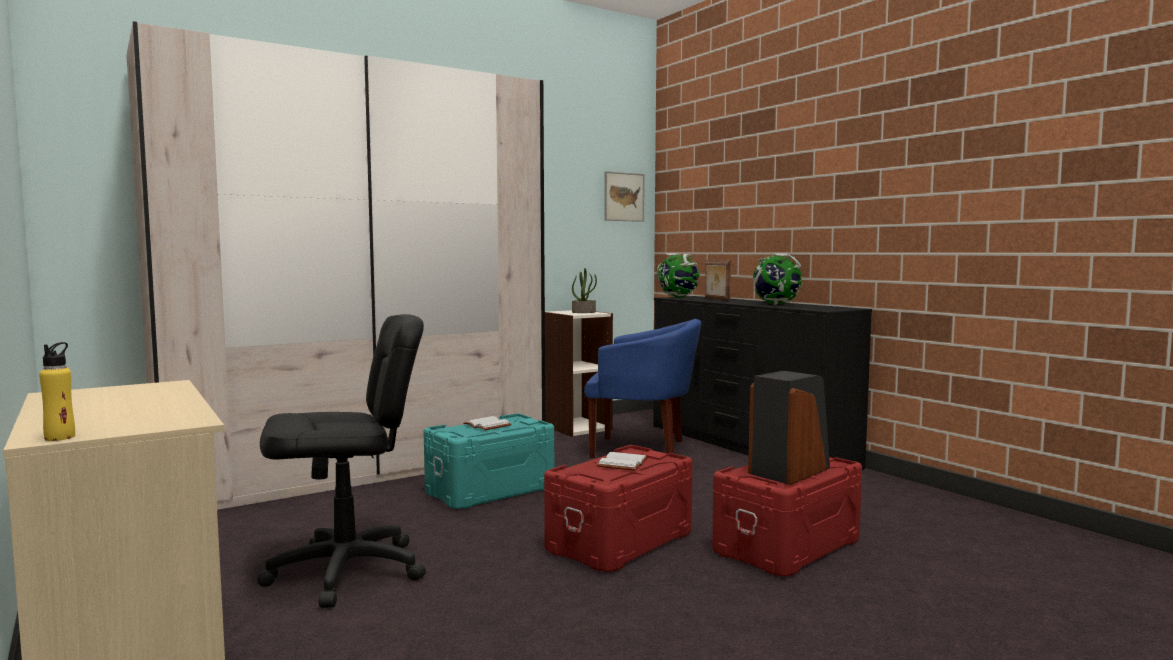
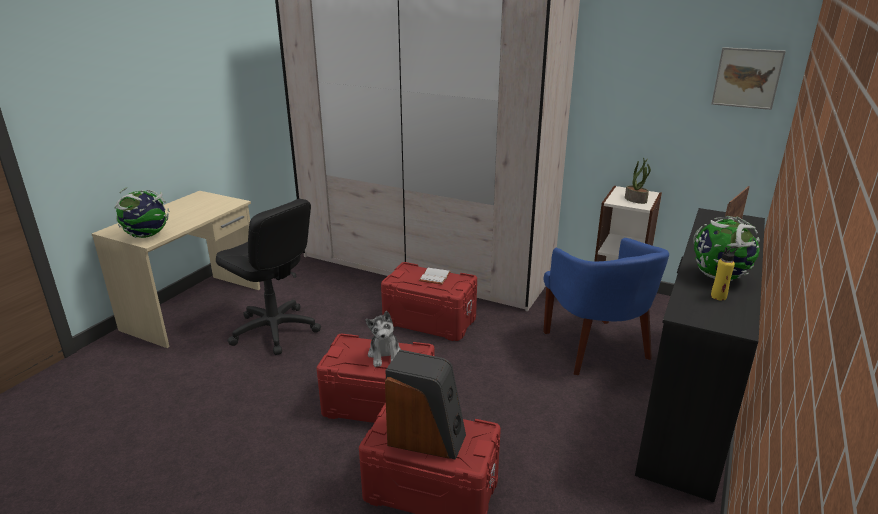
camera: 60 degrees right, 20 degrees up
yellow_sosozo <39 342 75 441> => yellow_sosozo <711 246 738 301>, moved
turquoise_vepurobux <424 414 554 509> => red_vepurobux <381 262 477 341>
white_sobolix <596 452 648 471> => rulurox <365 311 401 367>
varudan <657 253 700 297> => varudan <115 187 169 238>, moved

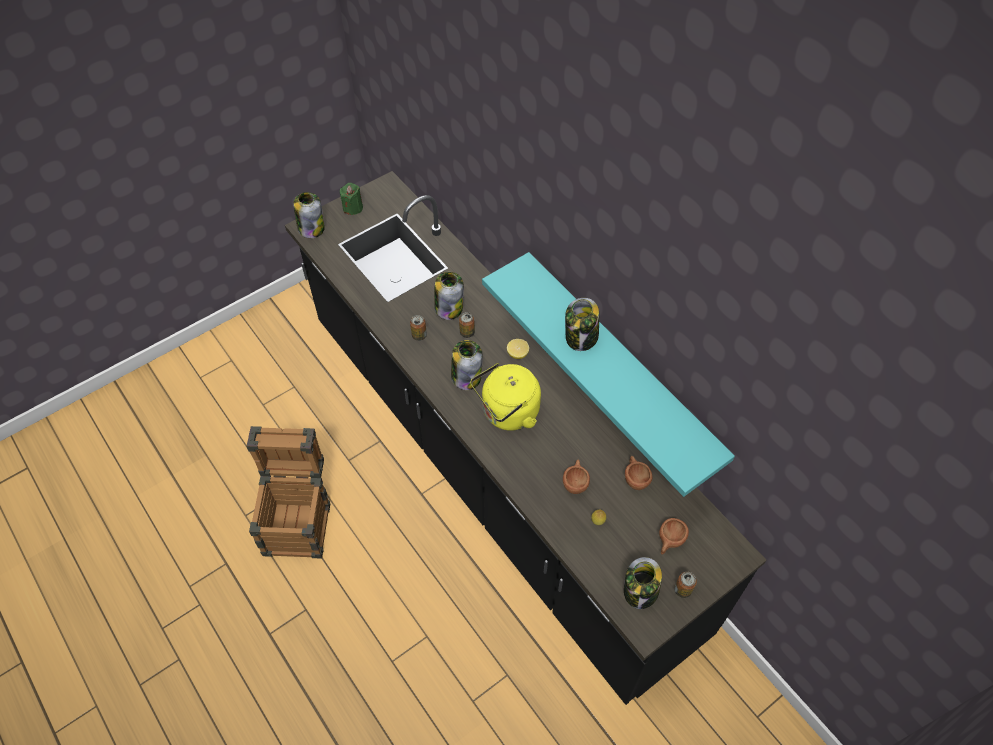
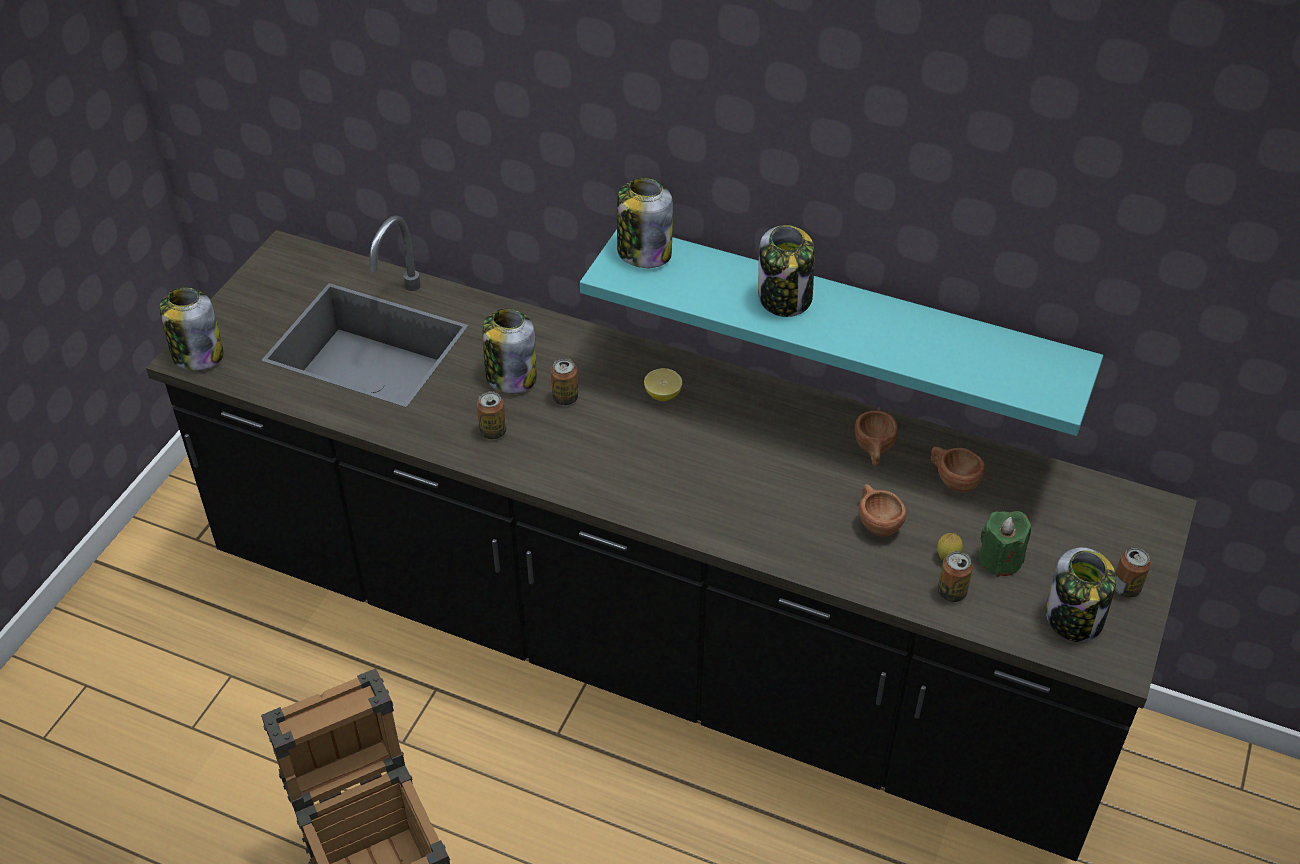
camera: 30 degrees left, 10 degrees down
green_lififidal <340 183 363 215> => green_lififidal <979 511 1031 577>, moved
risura <451 340 483 390> => risura <617 178 673 268>, moved
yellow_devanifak <471 363 541 431> => nothing
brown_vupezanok <659 518 689 554> => brown_vupezanok <855 411 898 466>, moved
nothing => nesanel <938 551 973 602>

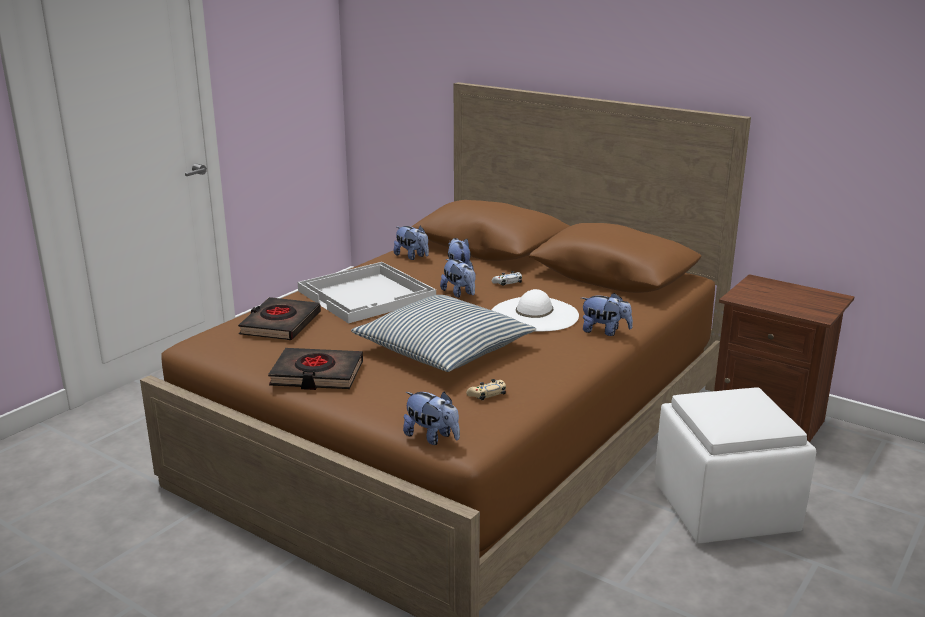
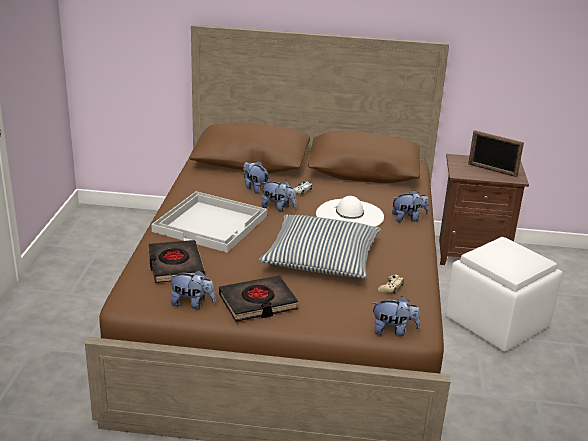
camera: 30 degrees left, 5 degrees up
rulurox <394 226 429 260> => rulurox <169 270 216 309>, moved
nothing => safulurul <468 130 524 177>

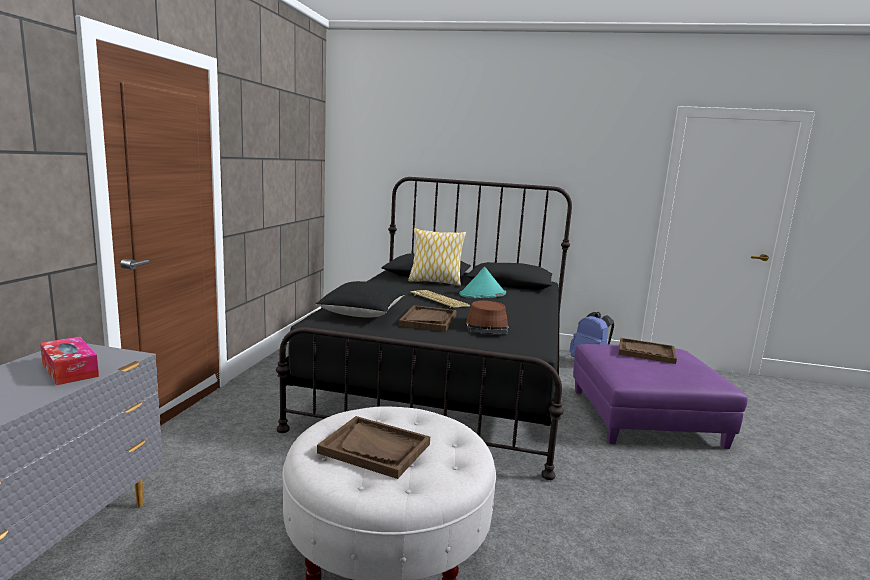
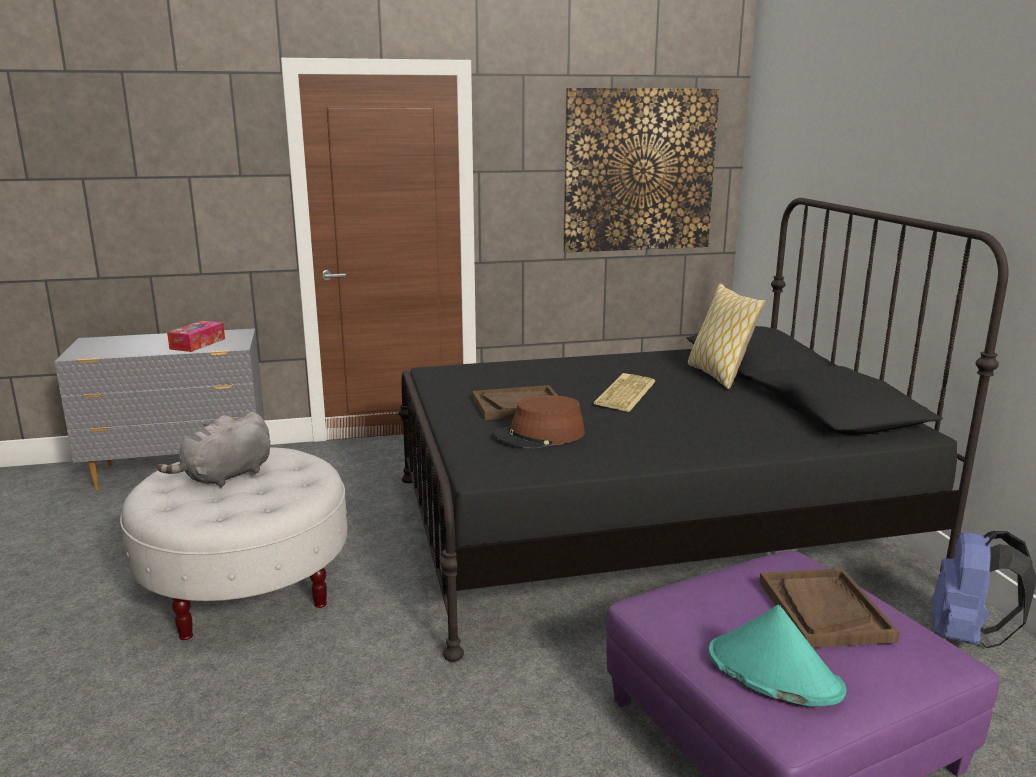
camera: 65 degrees right, 5 degrees up
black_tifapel <316 281 405 317> => nothing
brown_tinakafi <317 416 430 479> => grey_rulurox <157 412 270 487>
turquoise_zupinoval <459 267 506 298> => turquoise_zupinoval <708 605 846 706>, moved
nothing => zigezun <563 88 720 252>

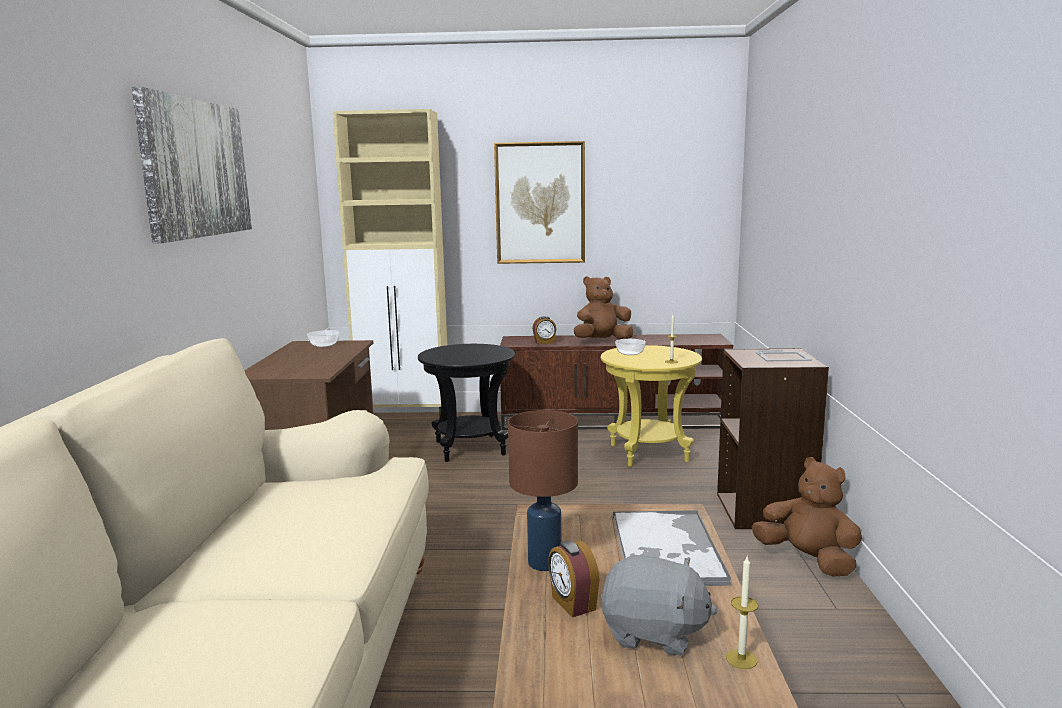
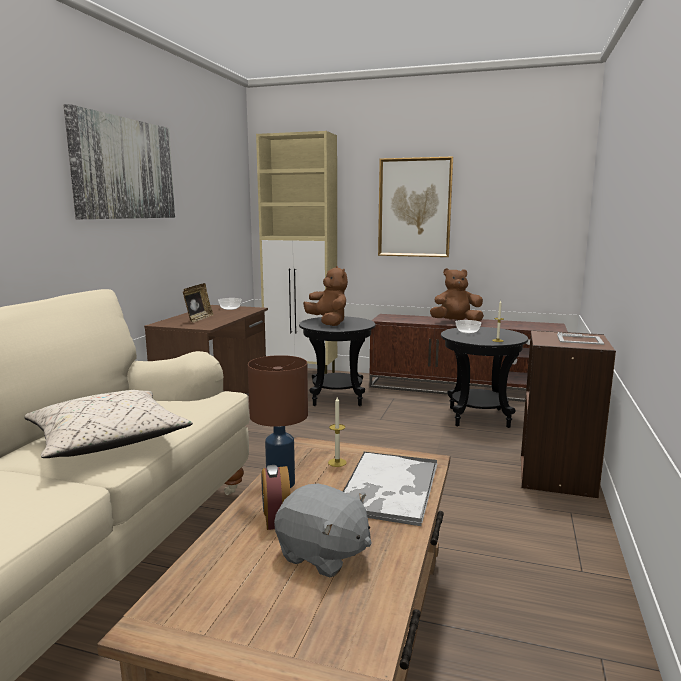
camera: 15 degrees right, 0 degrees up
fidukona <532 316 556 345> => nothing
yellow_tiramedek <601 345 702 467> => black_tiramedek <441 327 528 428>
lififidal <726 557 758 669> => lififidal <328 397 347 467>, moved
brown_rulurox <752 457 862 577> => brown_rulurox <303 266 348 326>, moved
nothing => beige_tifapel <25 390 193 458>
nothing => safulurul <183 283 214 323>

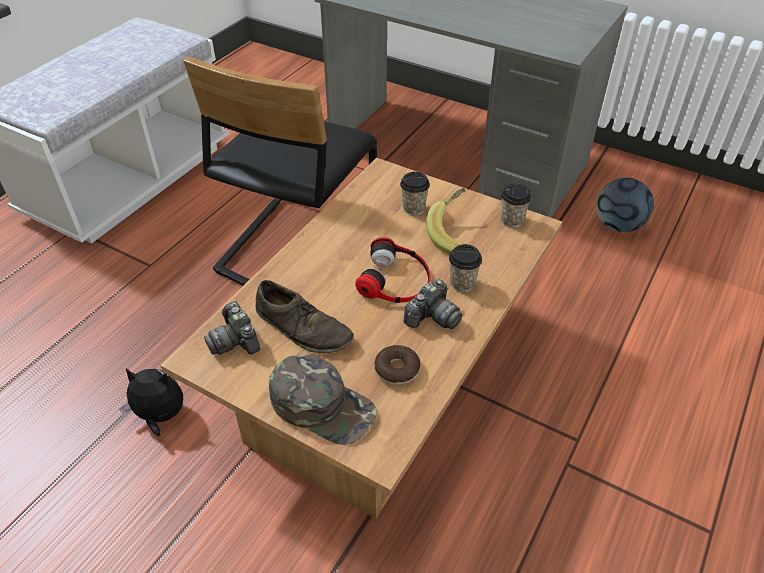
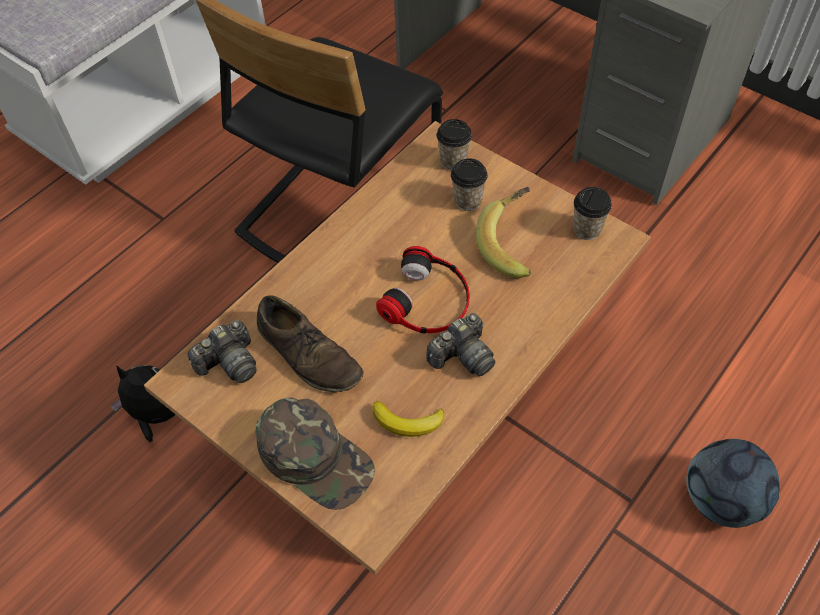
camera: 10 degrees right, 10 degrees up
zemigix <204 301 260 355> => zemigix <188 320 257 383>, 105 degrees counterclockwise
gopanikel <375 345 420 385> => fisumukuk <372 401 444 437>
vupezanok <449 244 482 292> => vupezanok <437 119 472 170>, moved
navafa <596 177 654 232> => navafa <686 439 780 528>, moved

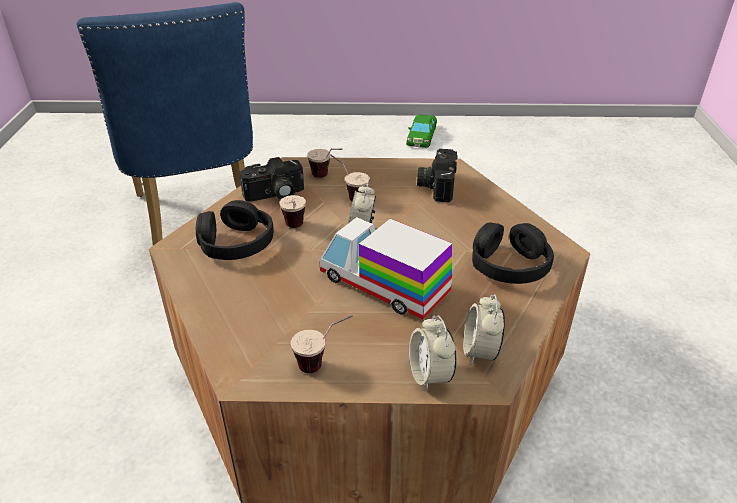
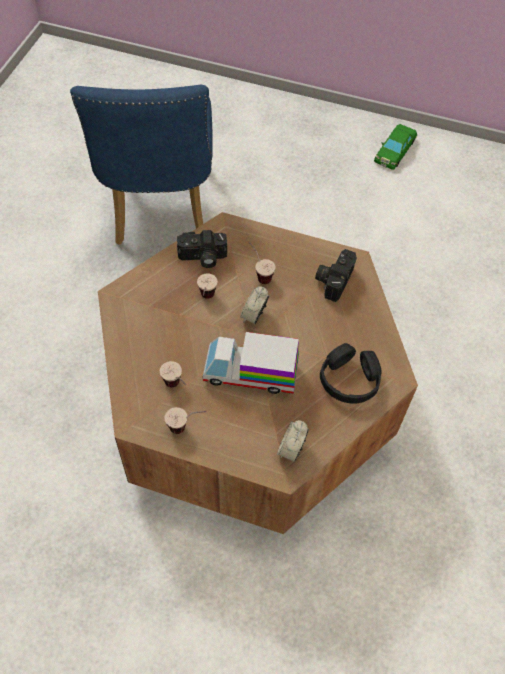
camera: 15 degrees right, 20 degrees up
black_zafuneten <196 200 274 260> => nothing
vupezanok <307 148 343 178> => vupezanok <160 361 186 388>, moved
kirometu <320 217 452 320> => kirometu <203 332 299 394>, 45 degrees counterclockwise
fidukona <409 315 456 392> => nothing

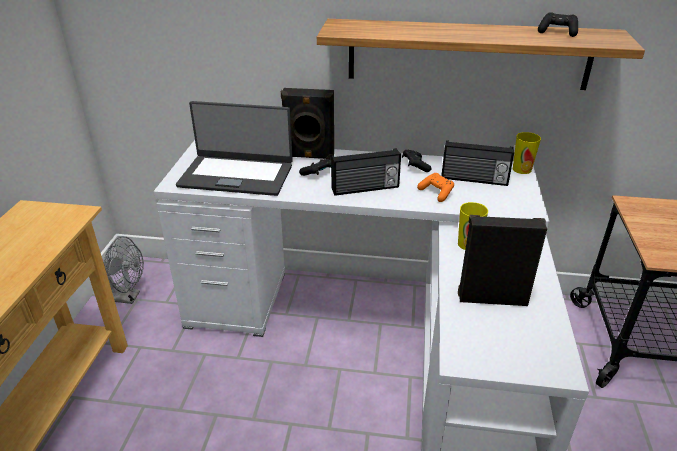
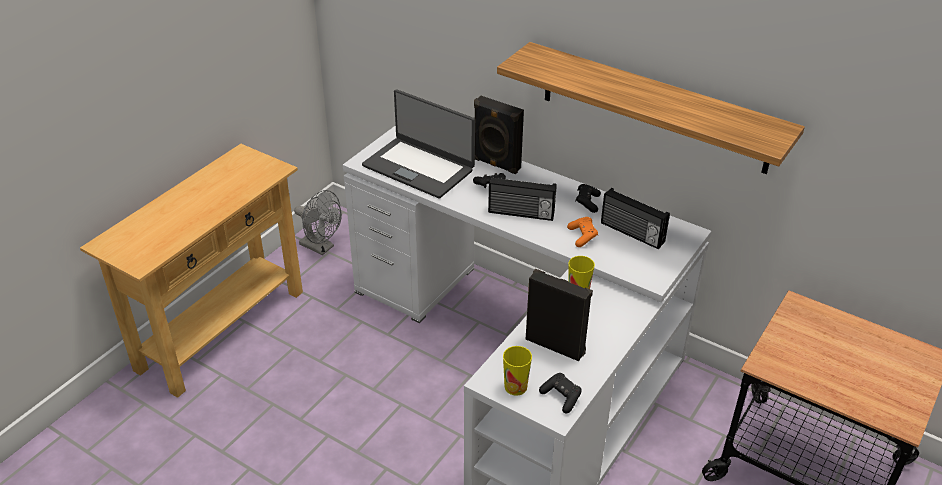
camera: 25 degrees right, 5 degrees up
vupezanok <513 132 541 174> => vupezanok <503 346 532 396>, moved
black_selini <538 12 578 37> => black_selini <539 373 582 413>, moved

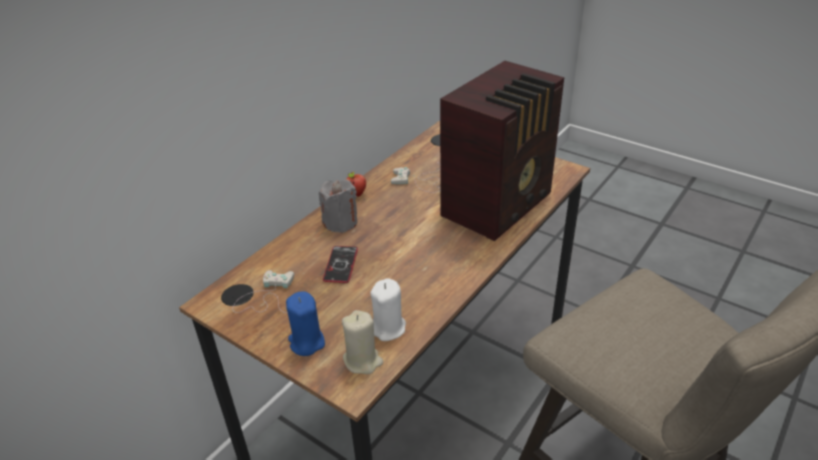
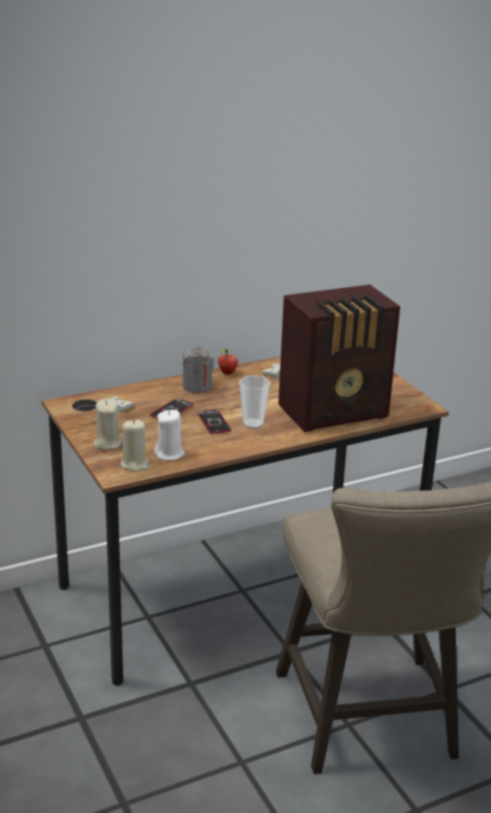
camera: 25 degrees right, 10 degrees down
blue_lififidal <286 291 325 356> => beige_lififidal <93 399 122 450>
nothing => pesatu <197 409 231 434>
nothing => vupezanok <239 375 271 429>

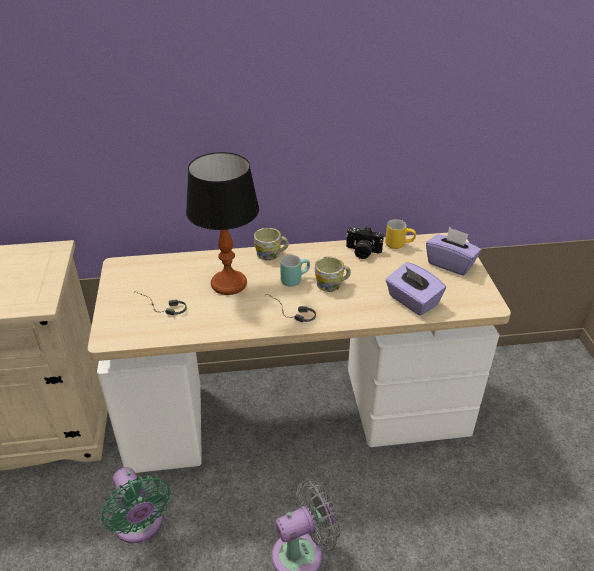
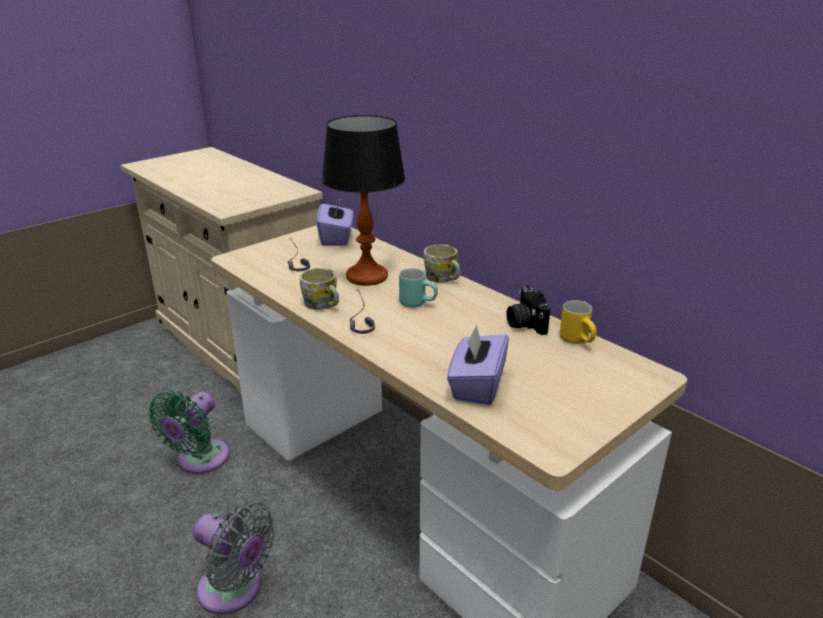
camera: 55 degrees right, 10 degrees down
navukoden <315 257 351 292> => navukoden <300 268 339 310>, moved
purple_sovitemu <426 227 482 276> => purple_sovitemu <317 198 353 246>, moved

